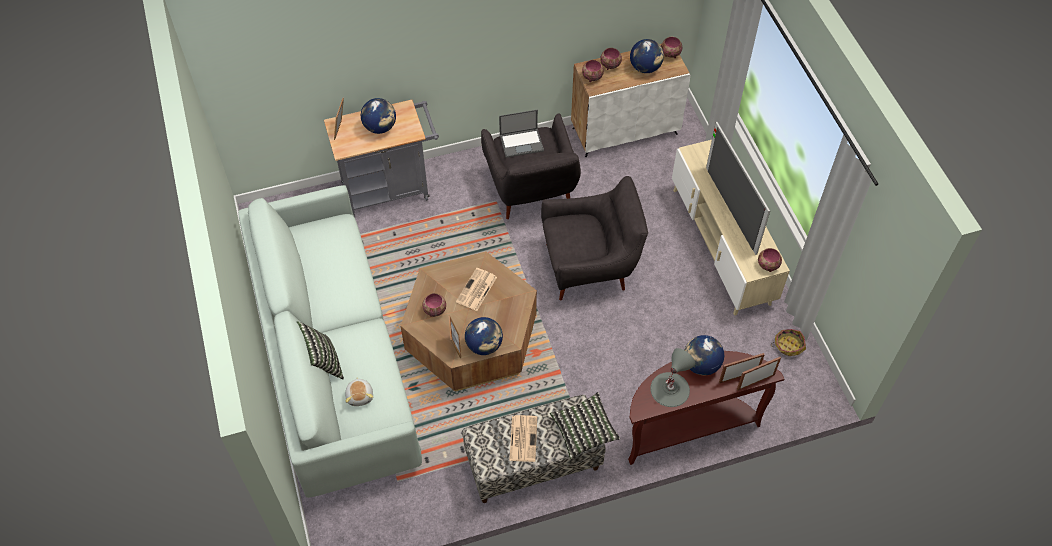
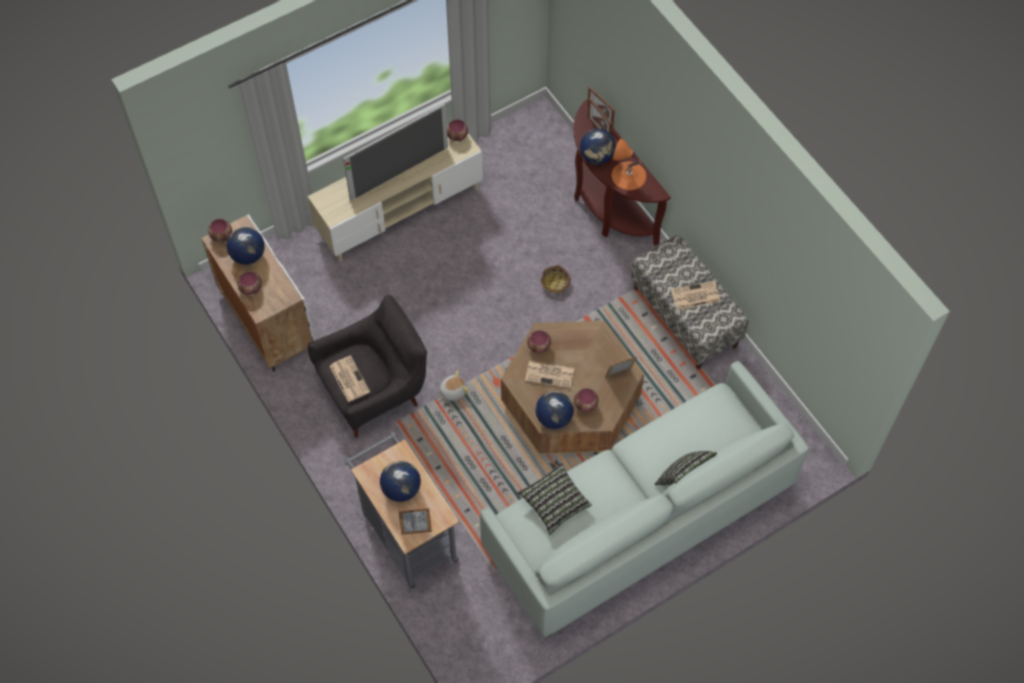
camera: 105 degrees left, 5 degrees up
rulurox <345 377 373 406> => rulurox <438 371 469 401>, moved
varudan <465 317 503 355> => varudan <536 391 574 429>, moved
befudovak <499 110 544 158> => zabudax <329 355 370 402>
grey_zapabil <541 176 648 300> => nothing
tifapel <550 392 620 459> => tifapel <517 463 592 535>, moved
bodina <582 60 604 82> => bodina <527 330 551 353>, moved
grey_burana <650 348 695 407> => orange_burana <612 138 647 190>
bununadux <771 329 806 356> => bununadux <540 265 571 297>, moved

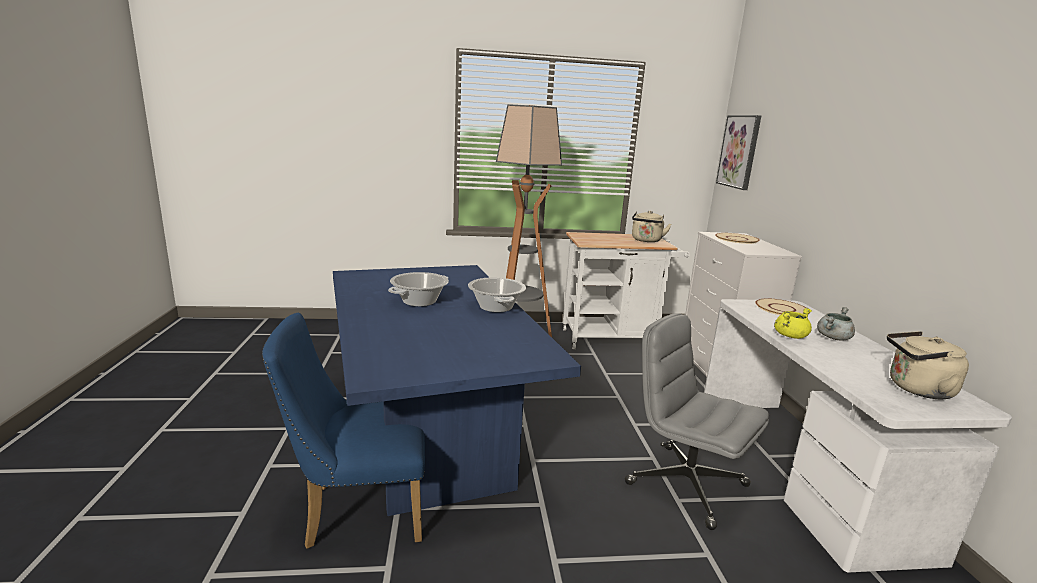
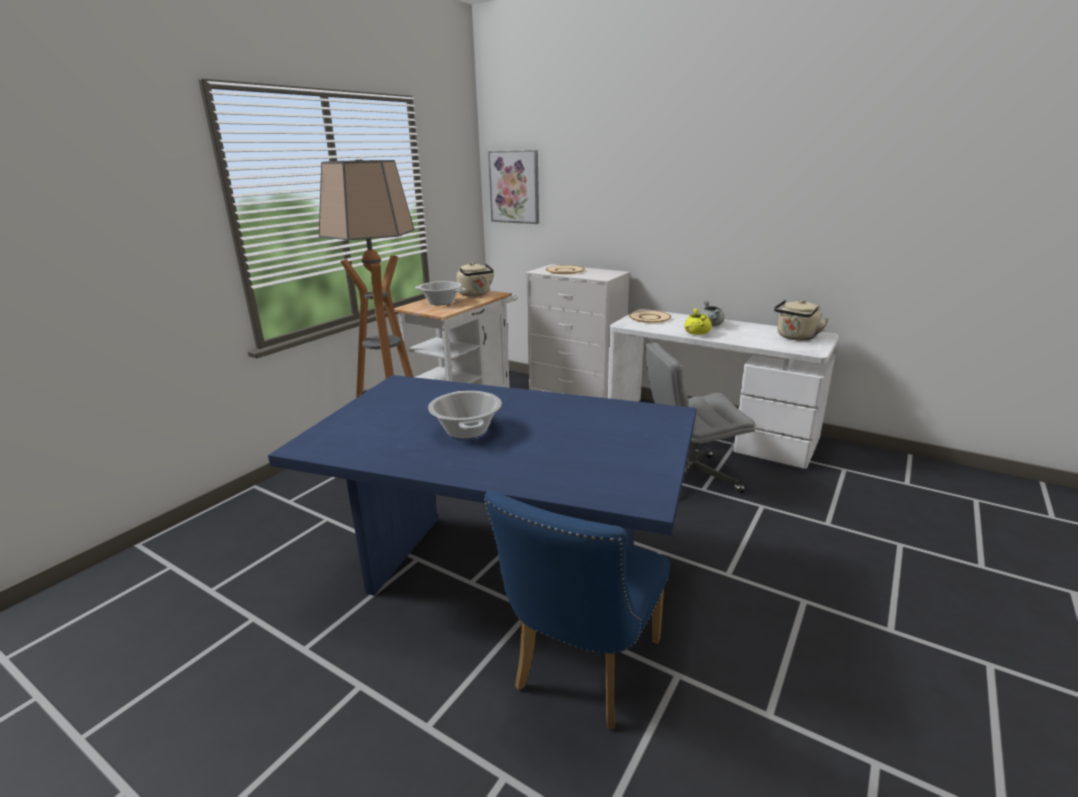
camera: 50 degrees left, 5 degrees up
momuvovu <468 277 526 312> => momuvovu <415 281 466 305>, moved

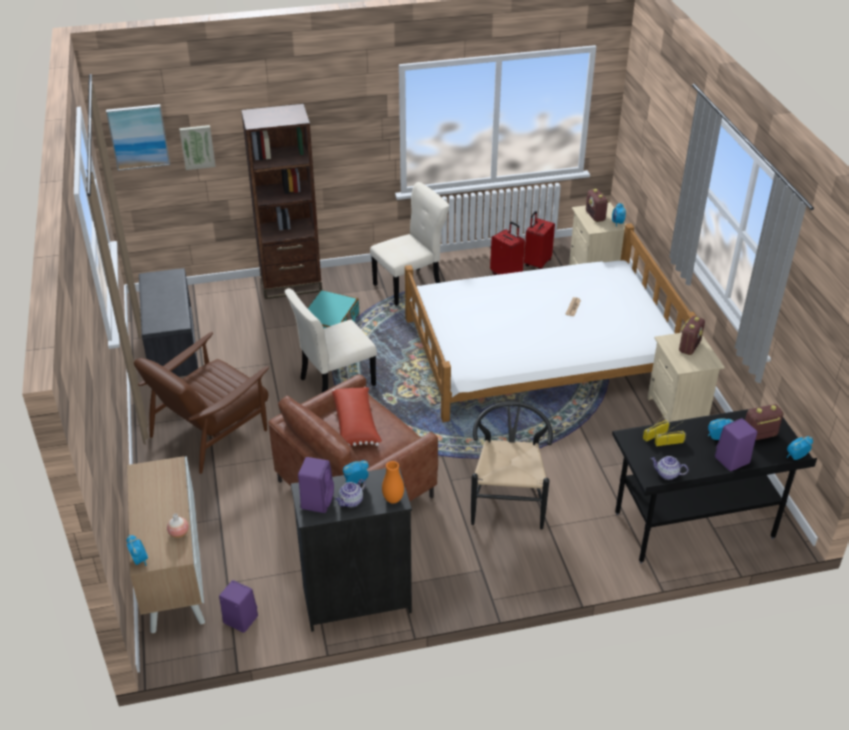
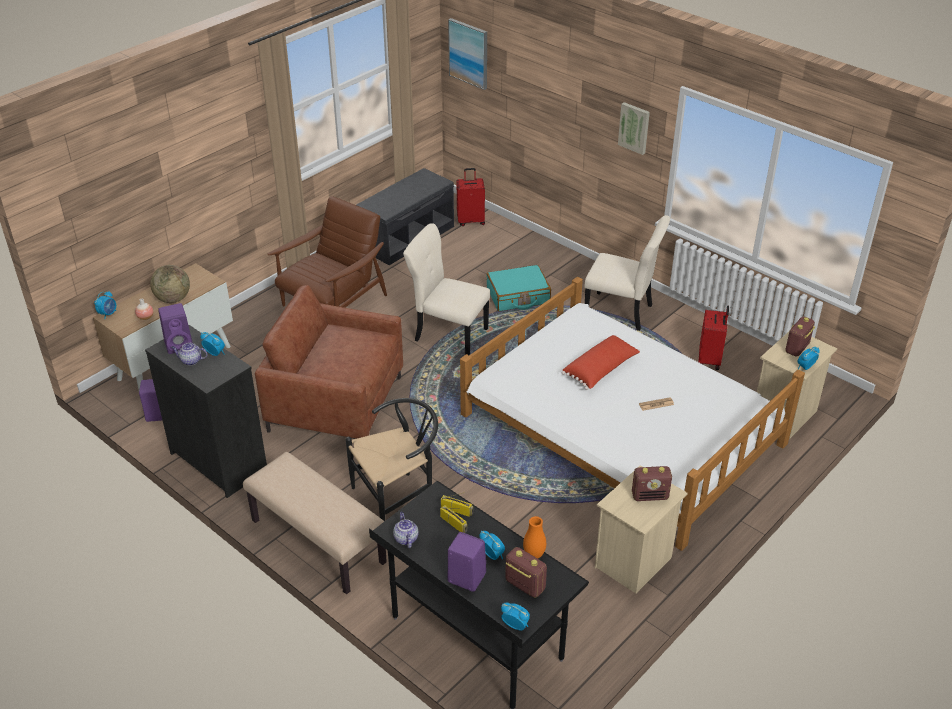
camera: 55 degrees right, 0 degrees up
brown_zapabil <134 332 269 474> => brown_zapabil <267 196 387 308>, 120 degrees clockwise
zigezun <179 125 216 170> => zigezun <618 102 650 155>, moved
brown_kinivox <241 104 322 299> => nothing
red_tifapel <332 387 382 446> => red_tifapel <562 335 640 390>, moved
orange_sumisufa <382 461 404 503> => orange_sumisufa <523 516 546 559>, moved
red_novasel <524 211 555 269> => red_novasel <457 168 485 226>, moved
nothing => varudan <150 265 190 303>
nothing => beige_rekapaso <243 452 387 594>

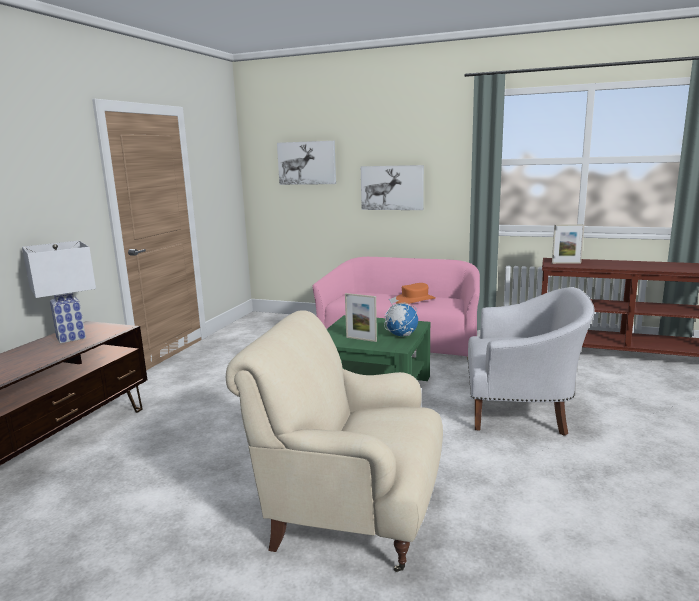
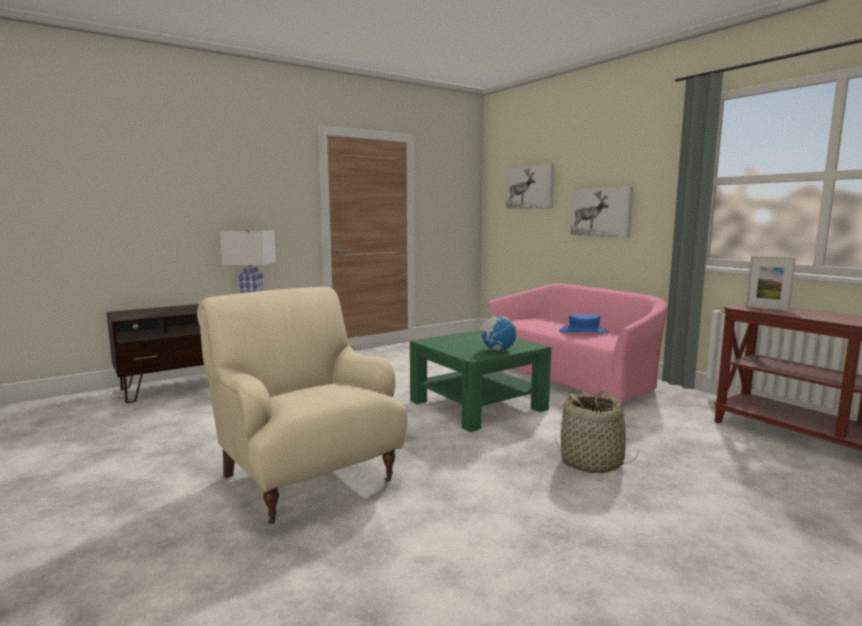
camera: 35 degrees right, 5 degrees down
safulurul <345 293 377 342> => nothing
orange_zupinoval <395 283 435 304> => blue_zupinoval <559 314 609 333>
white_zapabil <468 287 595 436> => bununadux <556 390 639 473>

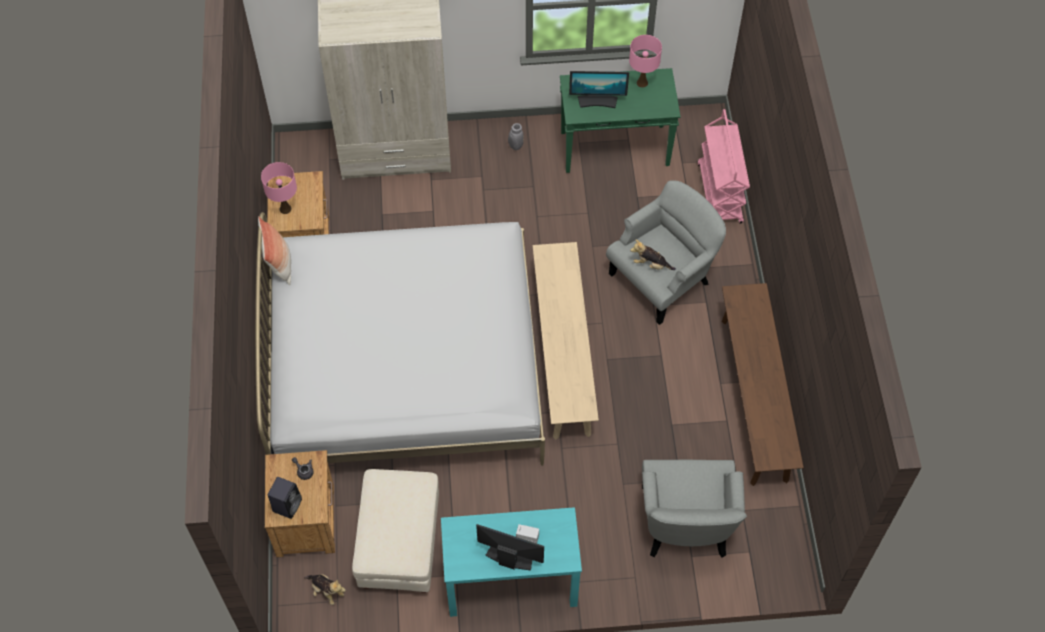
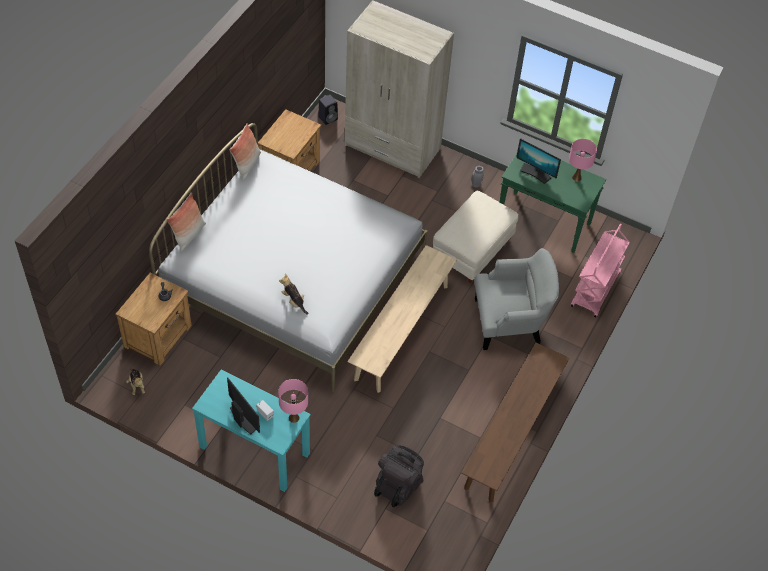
camera: 30 degrees right, 5 degrees down
pink_burana <261 162 297 214> => pink_burana <278 379 308 423>, moved
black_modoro <268 477 302 519> => black_modoro <318 95 338 125>, moved
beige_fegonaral <352 469 439 593> => beige_fegonaral <433 191 519 283>, moved
rulurox <630 239 676 270> => rulurox <279 274 308 315>, moved
grey_zapabil <642 460 747 558> => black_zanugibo <374 445 424 507>
nothing => tifapel <166 193 206 251>

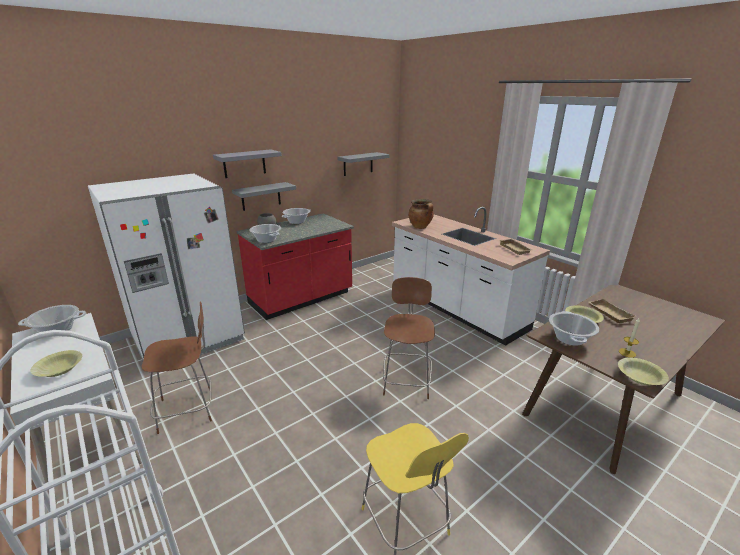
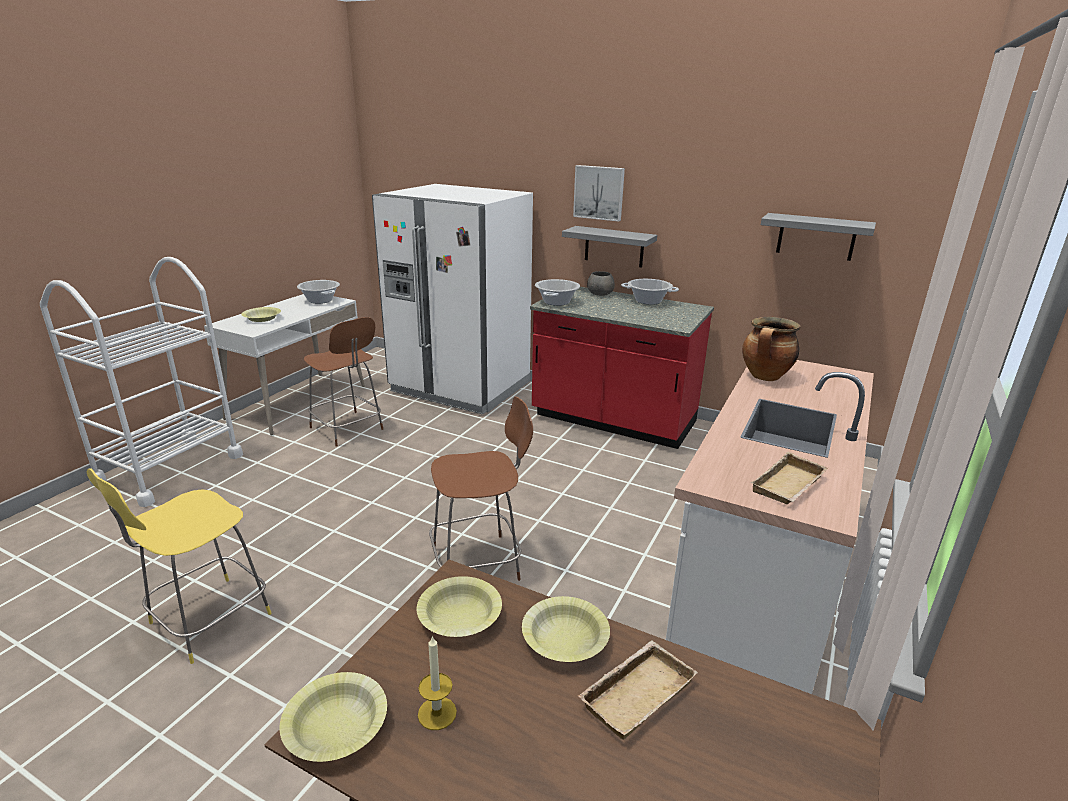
camera: 65 degrees right, 0 degrees up
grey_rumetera <213 149 282 178> => zigezun <573 165 625 222>
momuvovu <549 311 599 346> => yellow_bodina <417 576 502 637>

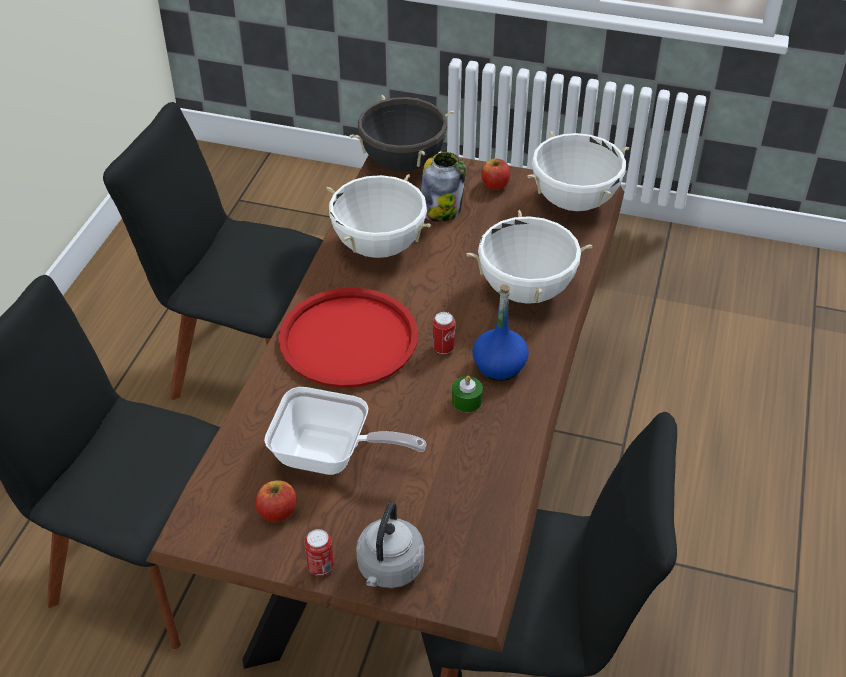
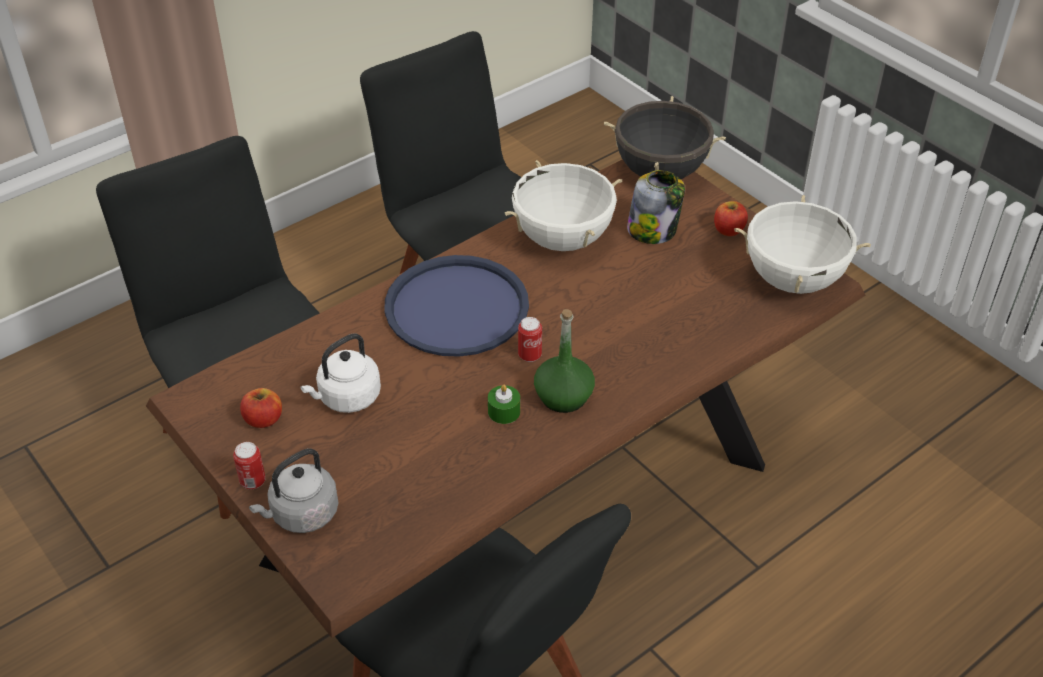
camera: 35 degrees right, 0 degrees up
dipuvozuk <264 387 427 475> => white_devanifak <300 334 381 413>
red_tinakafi <278 288 418 388> => blue_tinakafi <385 255 529 357>
white_momuvovu <466 210 593 304> => nothing
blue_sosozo <472 284 529 381> => green_sosozo <534 309 595 413>

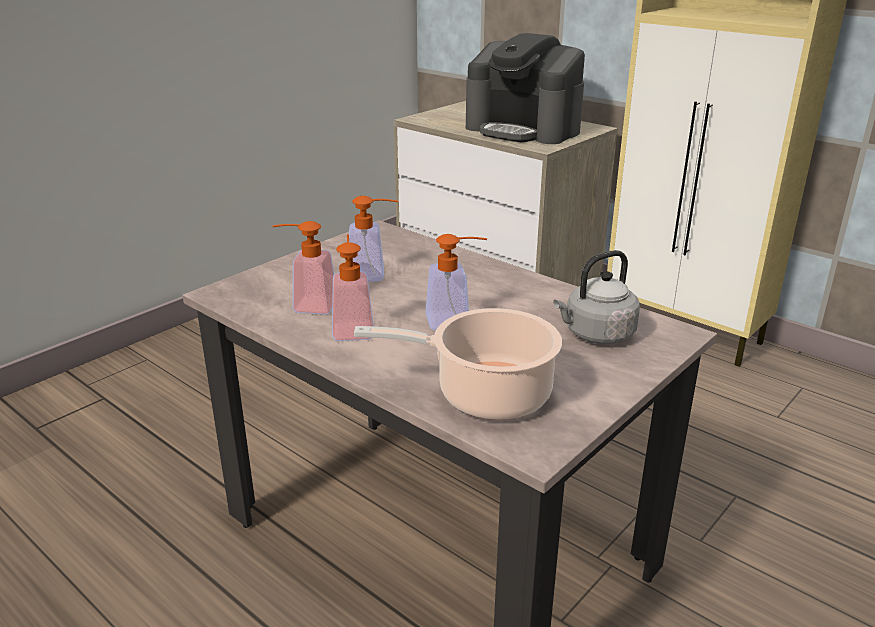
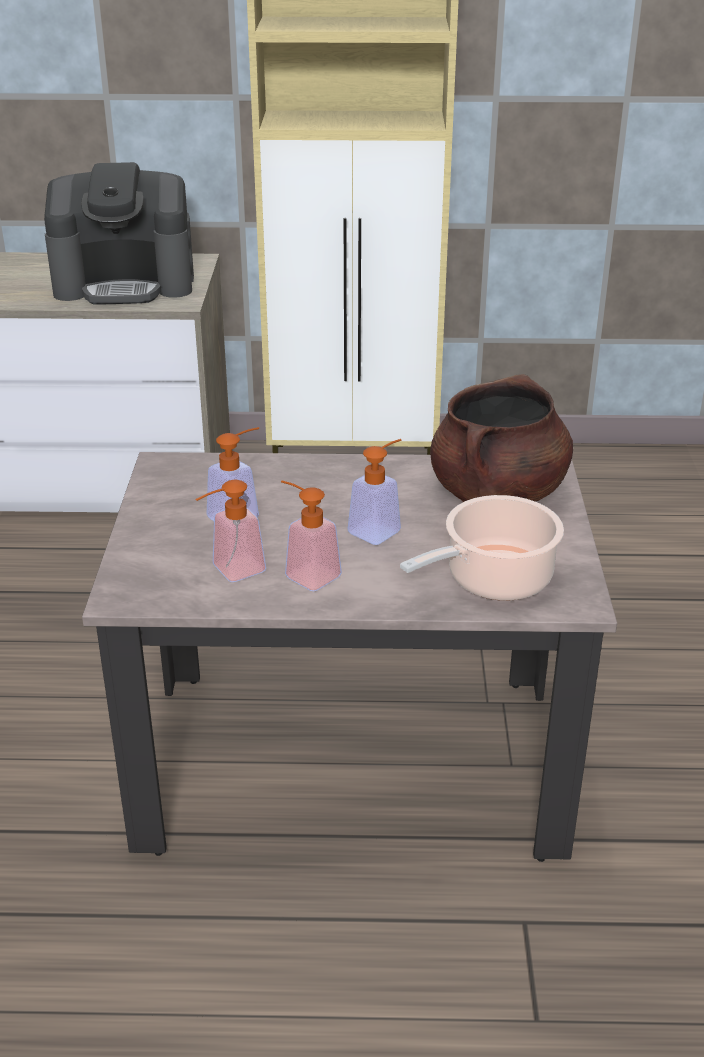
camera: 40 degrees left, 5 degrees up
grey_devanifak <553 250 640 344> => brown_momuvovu <430 374 573 502>

